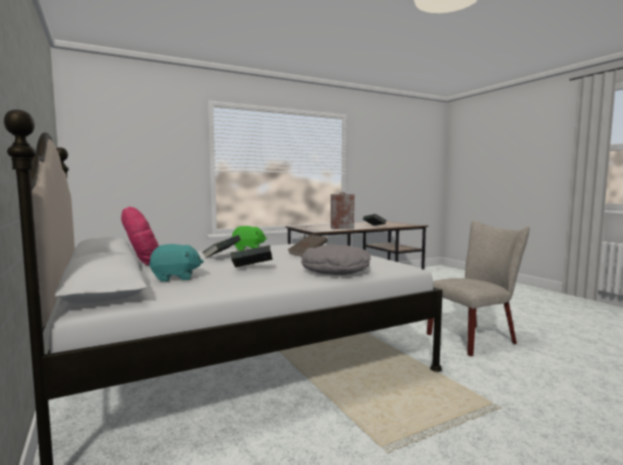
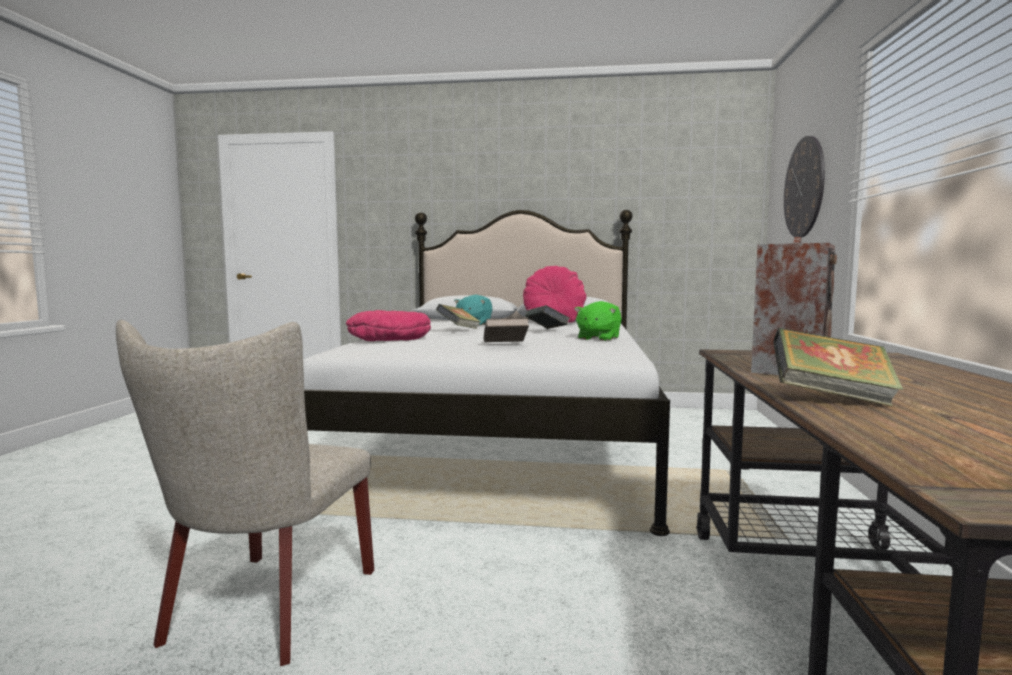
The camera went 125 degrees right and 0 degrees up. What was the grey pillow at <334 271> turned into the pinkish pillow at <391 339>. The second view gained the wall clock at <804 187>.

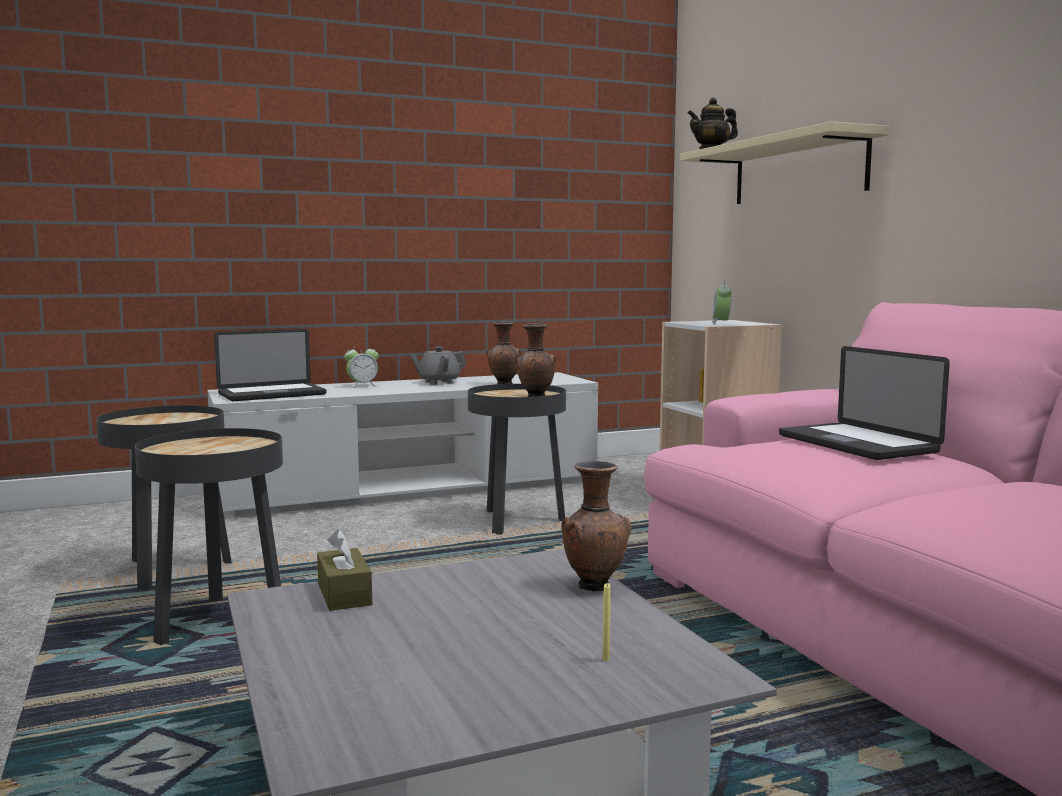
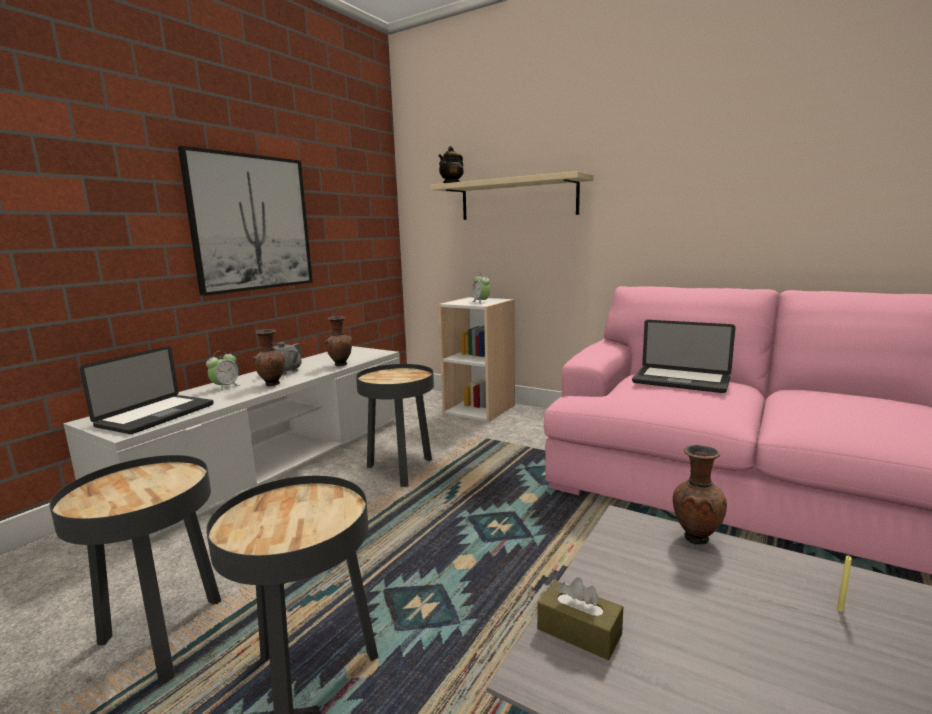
The camera went 35 degrees left and 5 degrees up. The brownish decorative vase ended up elsewhere, having gone from <535 397> to <272 385>. The second view gained the wall art at <251 223>.

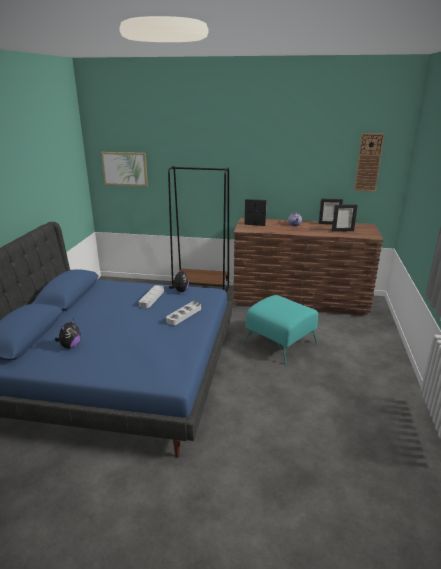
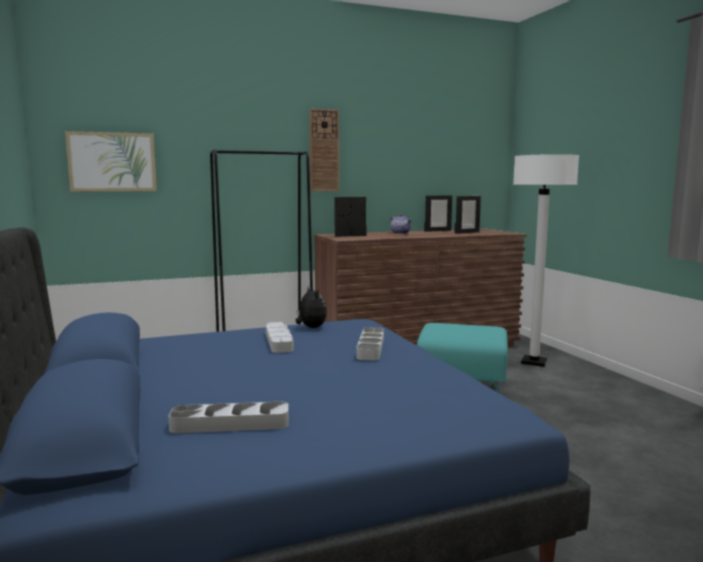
The camera went 30 degrees left and 15 degrees down. The wall clock ended up elsewhere, having gone from <368 162> to <324 150>. Where the cuddly toy stood at <70 346>, the grey serving tray came to stand at <230 424>. The second view gained the whitish standard lamp at <534 362>.

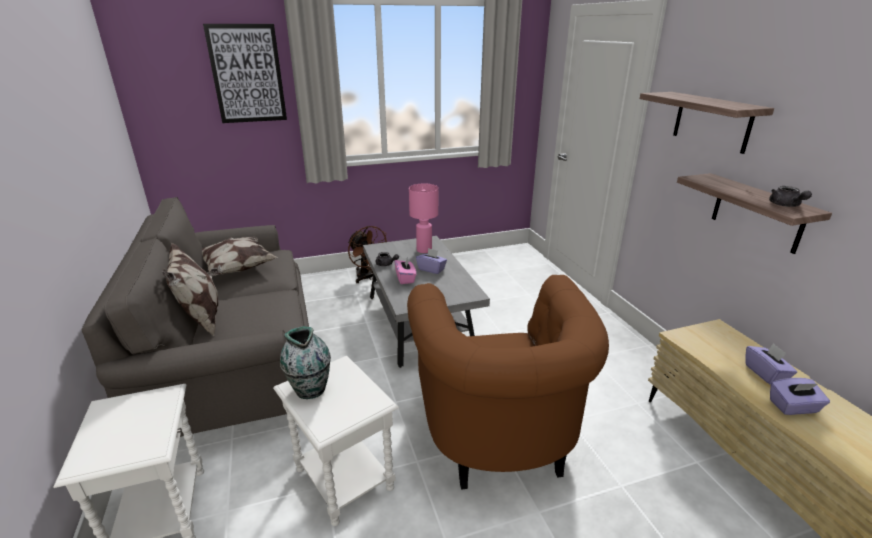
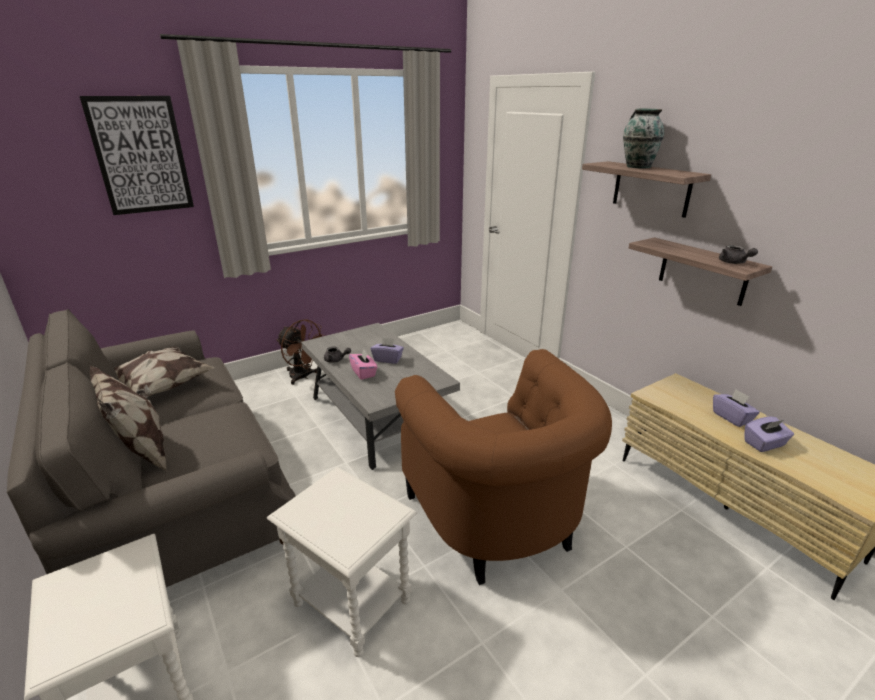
The camera went 15 degrees left and 0 degrees up. The second view lost the pinkish lamp for a table at <424 250>. The decorative vase ended up elsewhere, having gone from <310 389> to <637 167>.

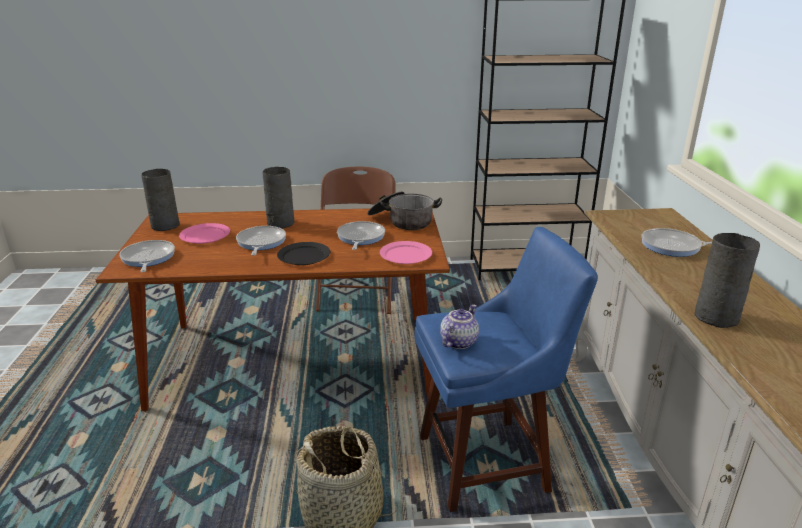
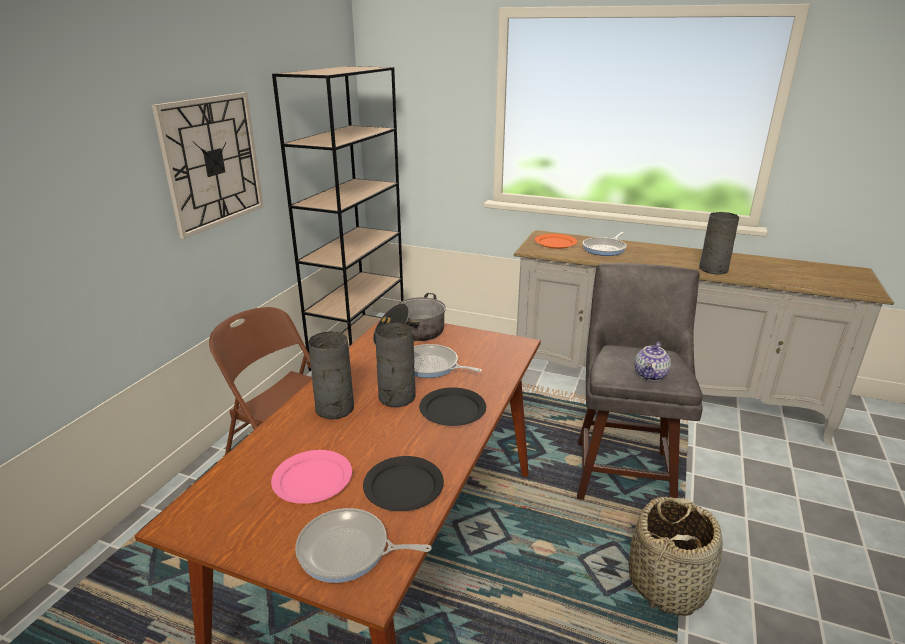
The camera went 65 degrees left and 0 degrees up. The grey decorative vase ended up elsewhere, having gone from <164 226> to <396 397>. The second view lost the pan at <260 243>. What was the bluish stool seat at <488 461> turned into the grey stool seat at <623 471>. The second view lost the pinkish dinner plate at <406 255>. The pot for tea at <458 341> ended up facing another way, 120 degrees counterclockwise from before. The second view gained the wall clock at <212 162>. The second view gained the orangey dinner plate at <556 243>. The second view gained the black-coloured dinner plate at <404 486>.

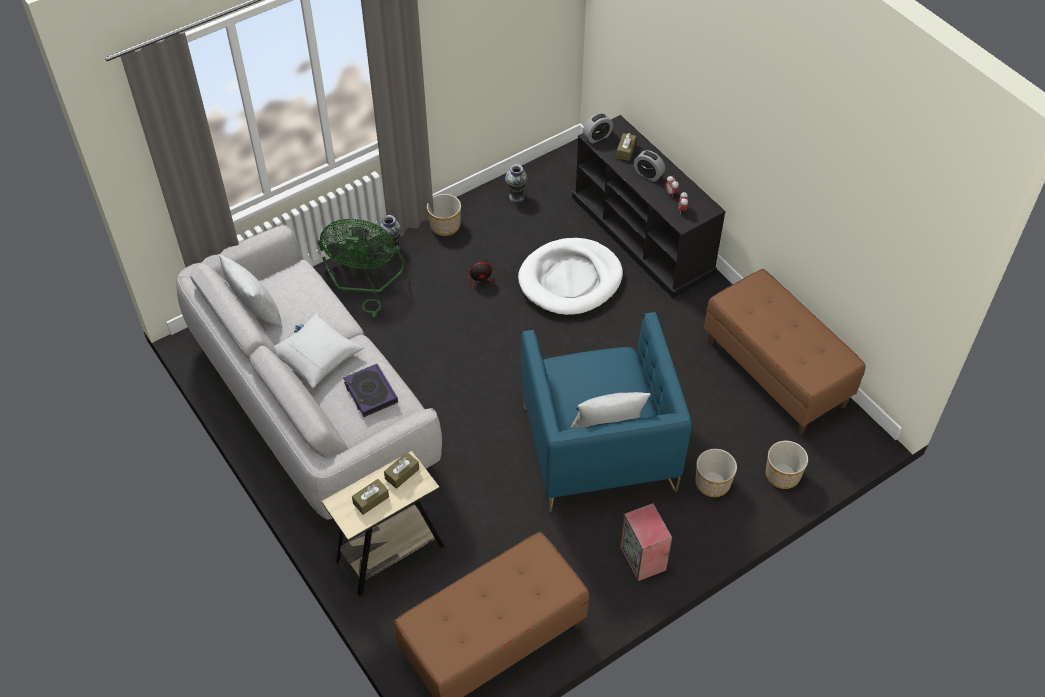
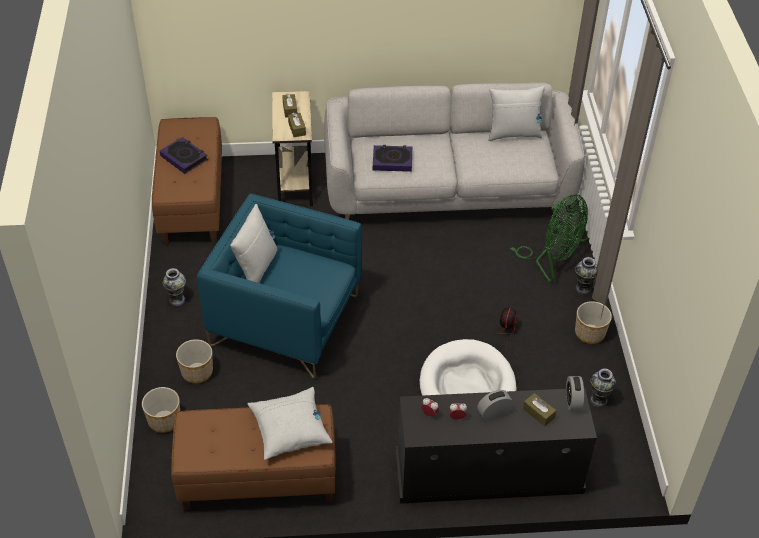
The camera went 120 degrees right and 5 degrees down. The grey pillow ended up elsewhere, having gone from <316 358> to <290 431>. Where the loudspeaker stood at <643 559>, the decorative vase came to stand at <177 299>. The second view gained the bound book at <184 158>.

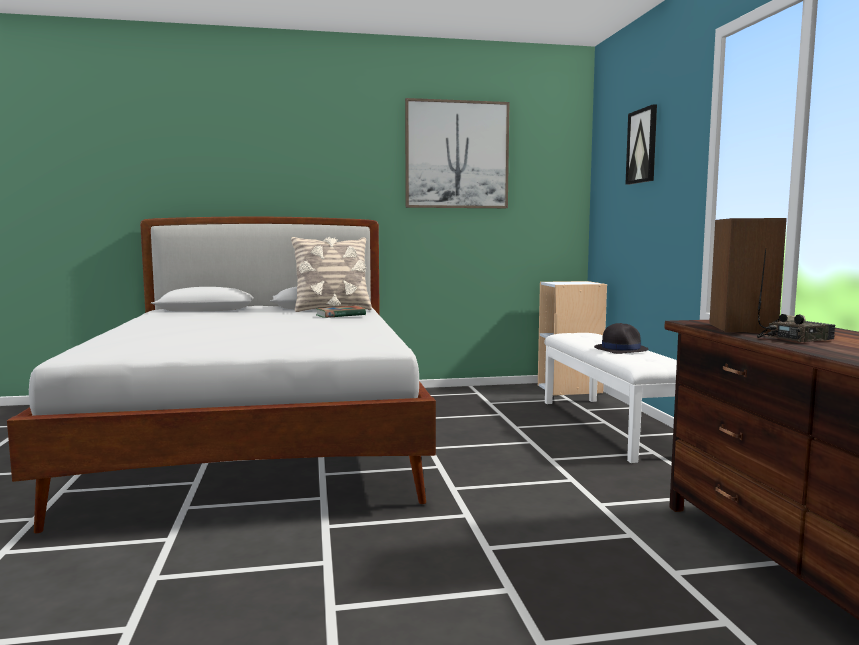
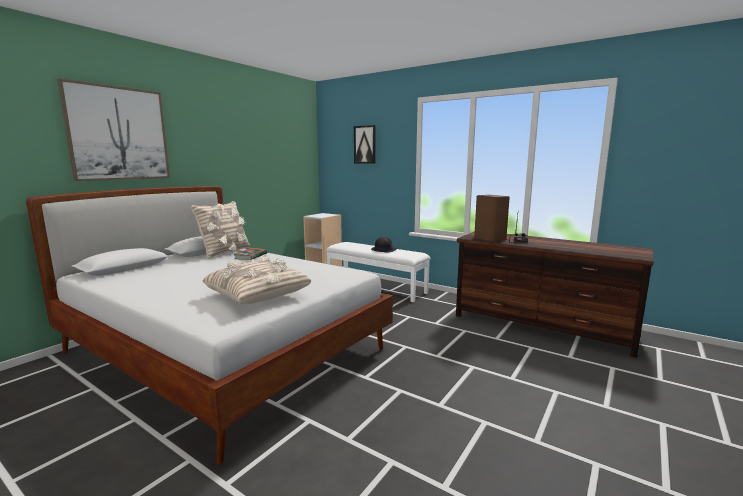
The camera went 45 degrees left and 5 degrees up. The wall art ended up elsewhere, having gone from <456 155> to <119 134>. The second view gained the beige pillow at <257 297>.

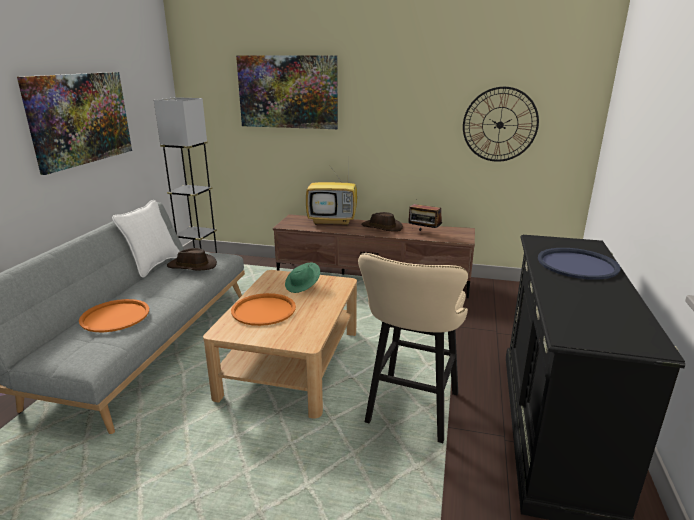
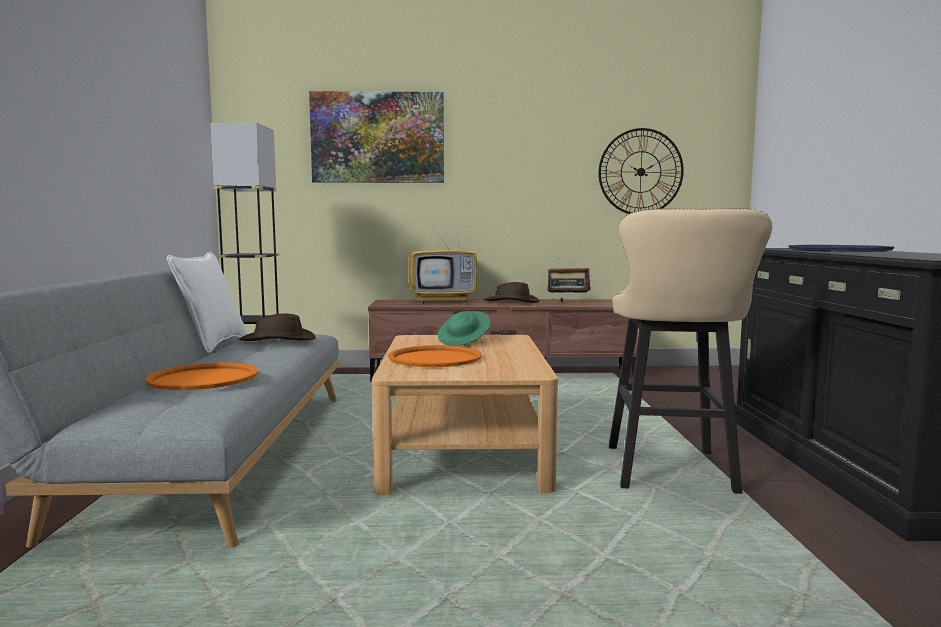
The camera went 15 degrees left and 15 degrees down. The second view lost the wall art at <80 119>.

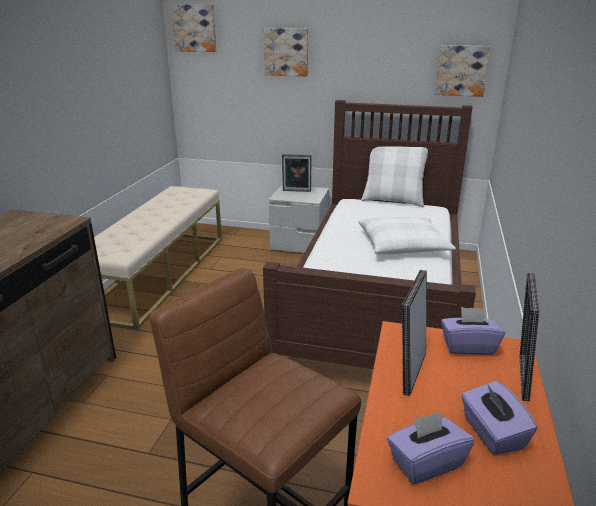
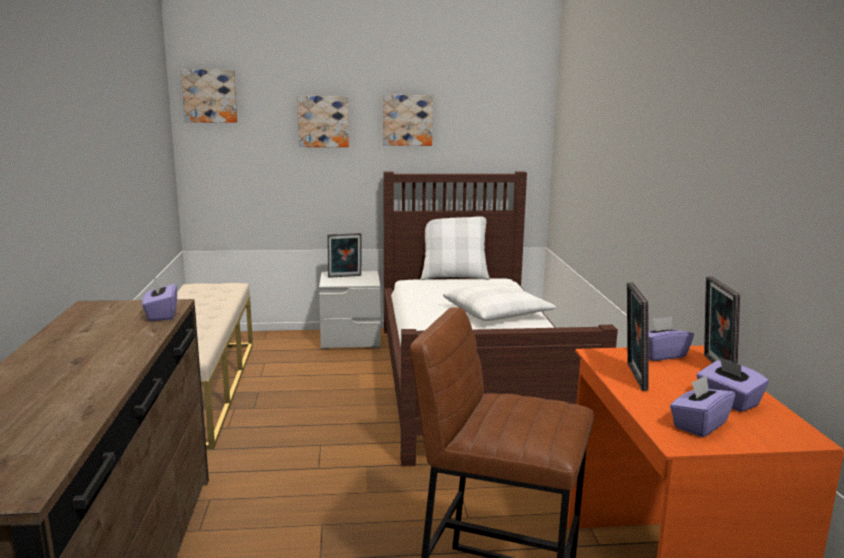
The camera went 20 degrees left and 10 degrees down. The wall art ended up elsewhere, having gone from <461 70> to <407 120>. The second view gained the purple tissue holder at <161 315>.

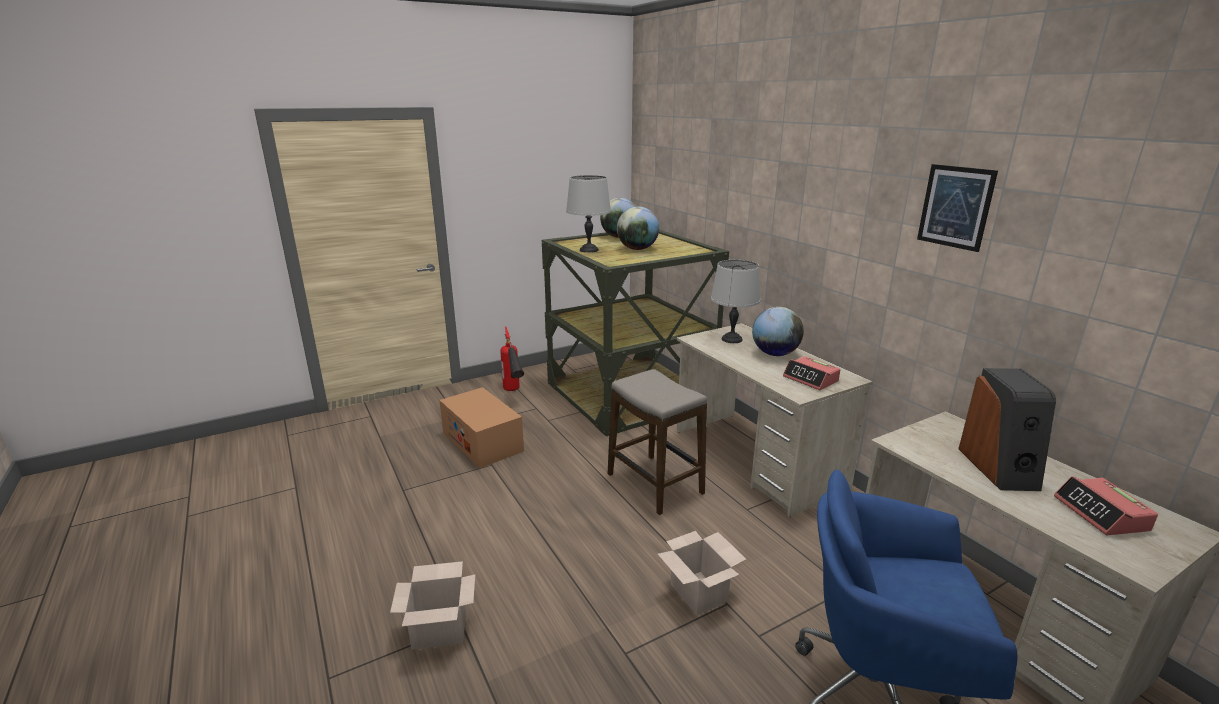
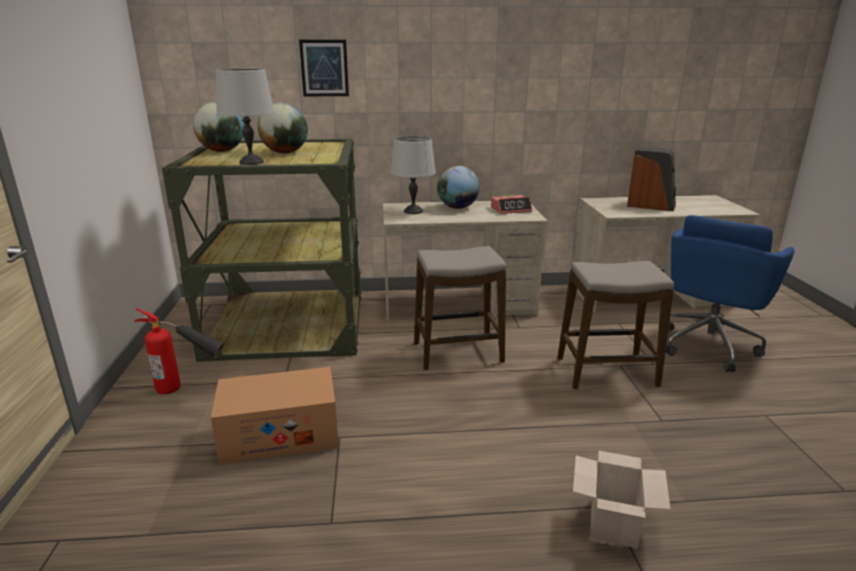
The camera went 65 degrees left and 0 degrees up. The wall art ended up elsewhere, having gone from <955 207> to <324 68>. The second view lost the alarm clock at <1101 514>. Where the carton stood at <700 593>, the stool seat came to stand at <606 372>.

